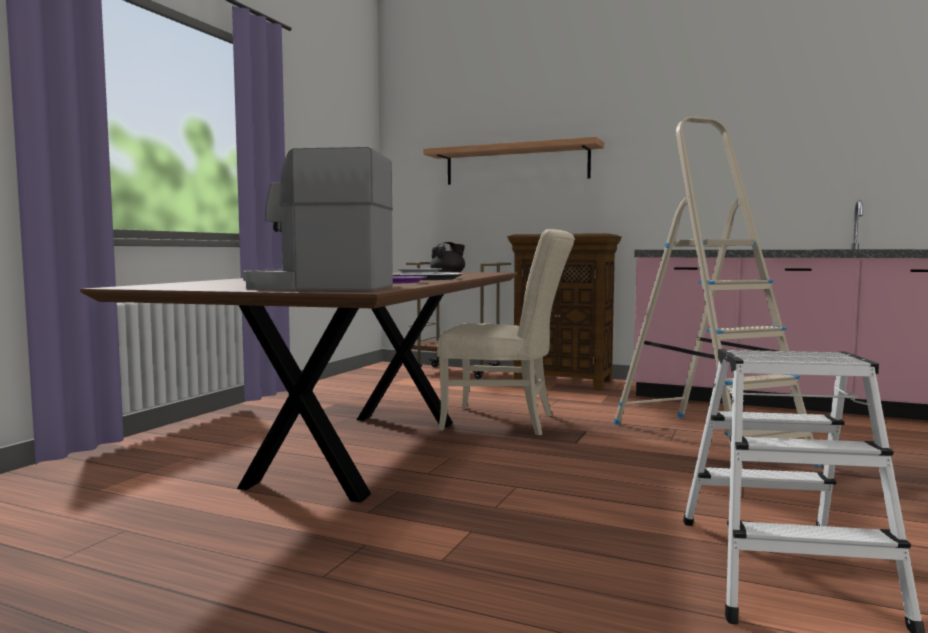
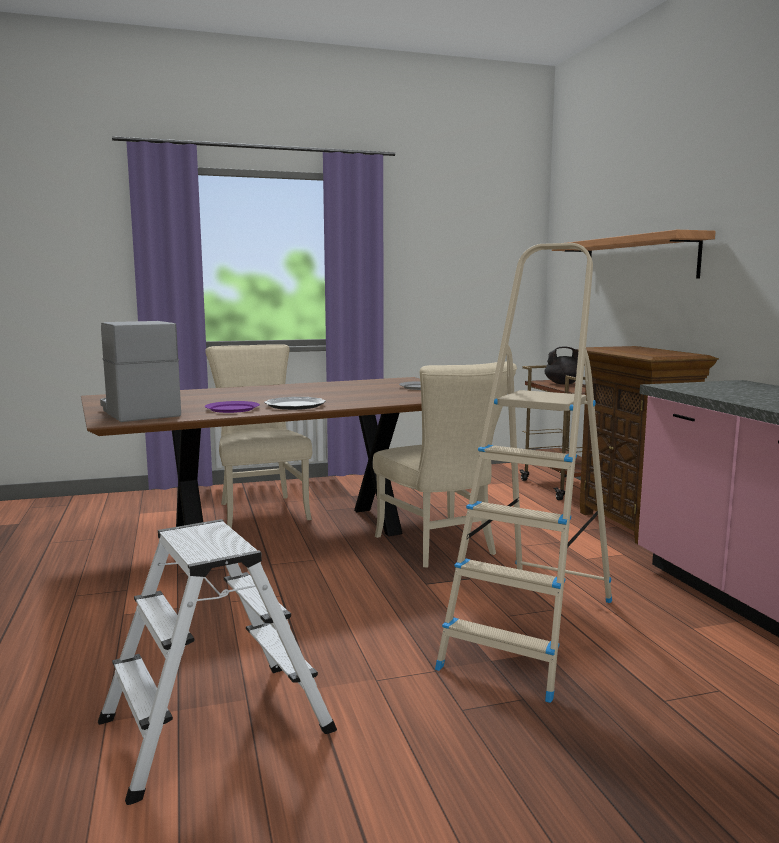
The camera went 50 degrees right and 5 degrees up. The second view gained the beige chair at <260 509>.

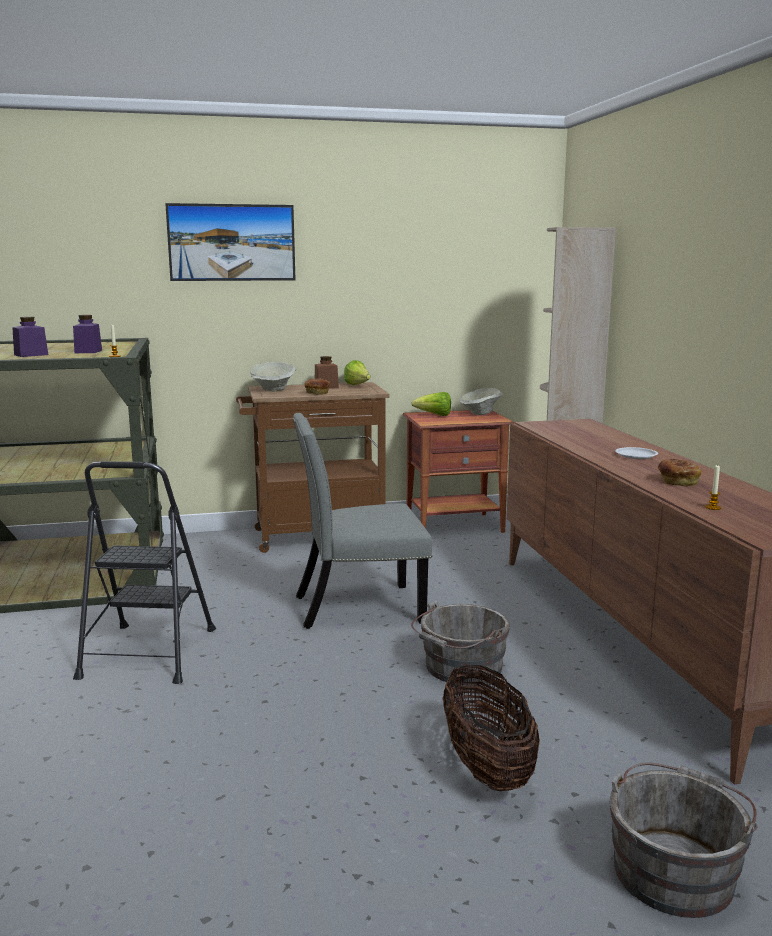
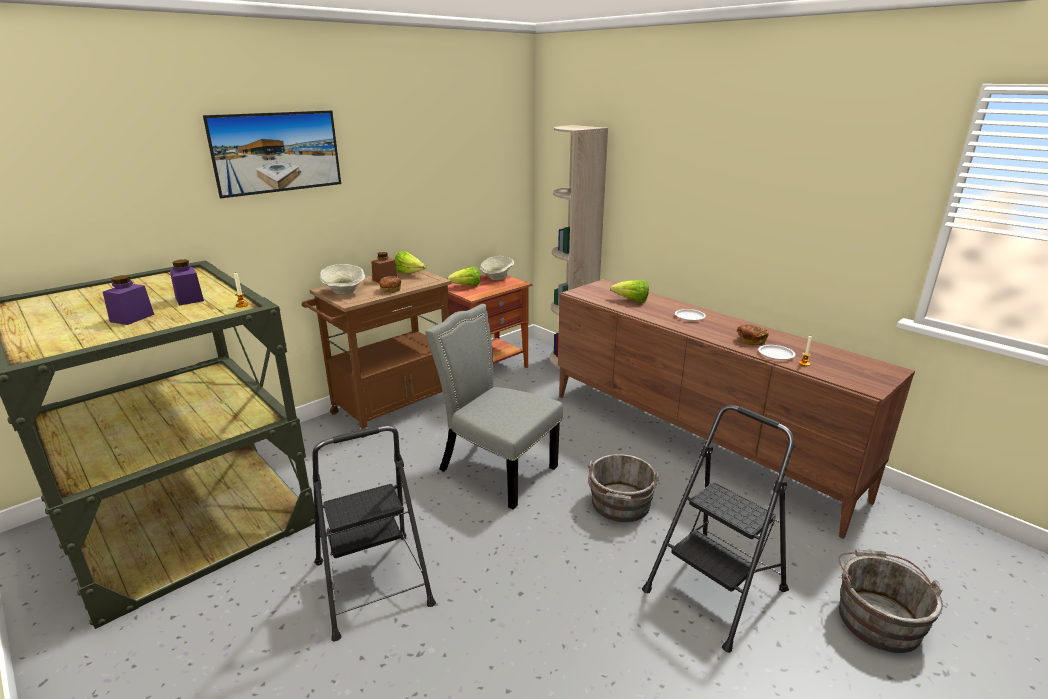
The camera went 30 degrees left and 10 degrees up. The grey chair at <361 607> ended up facing another way, 75 degrees clockwise from before. Where the basket stood at <487 767>, the black-coloured stepladder came to stand at <718 587>. The second view gained the lettuce head at <631 301>. The second view gained the whitish dinner plate at <776 354>.

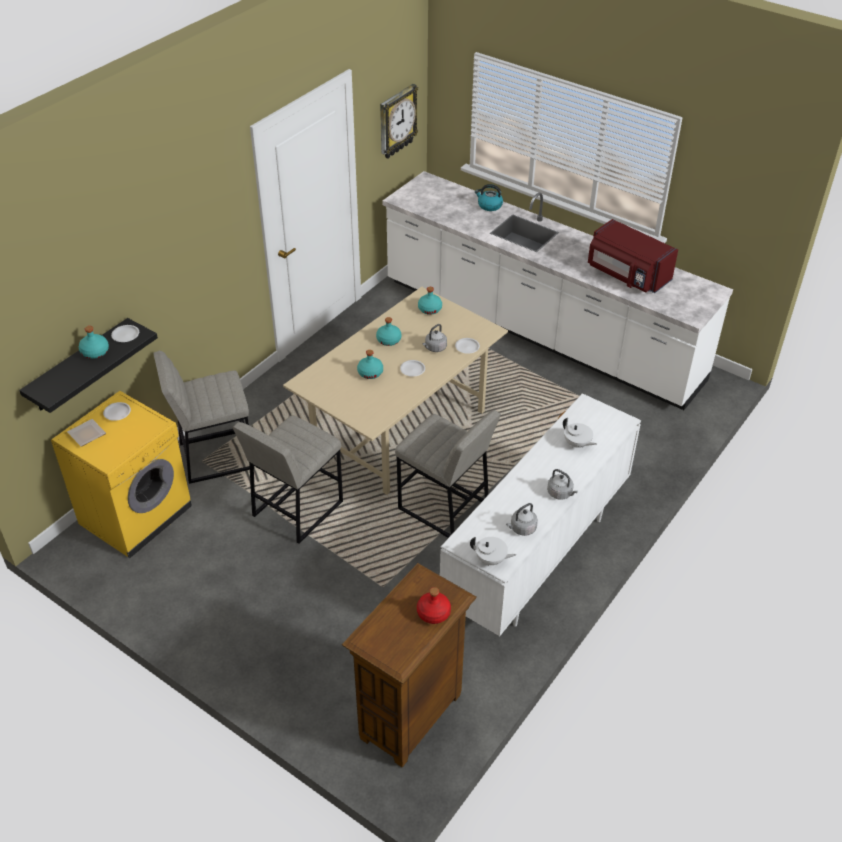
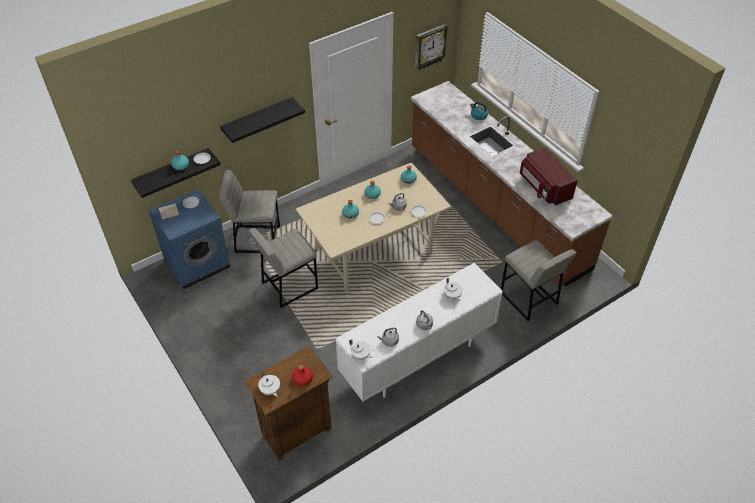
The camera went 20 degrees right and 5 degrees up. What was the whitish kitchen counter at <539 331> turned into the brownish kitchen counter at <495 206>. What was the yellow laundry appliance at <138 516> turned into the bluish laundry appliance at <198 265>. The grey chair ended up elsewhere, having gone from <445 507> to <529 299>. The second view gained the black-coloured wall shelf at <258 119>. The second view gained the whitish pot for tea at <270 390>.

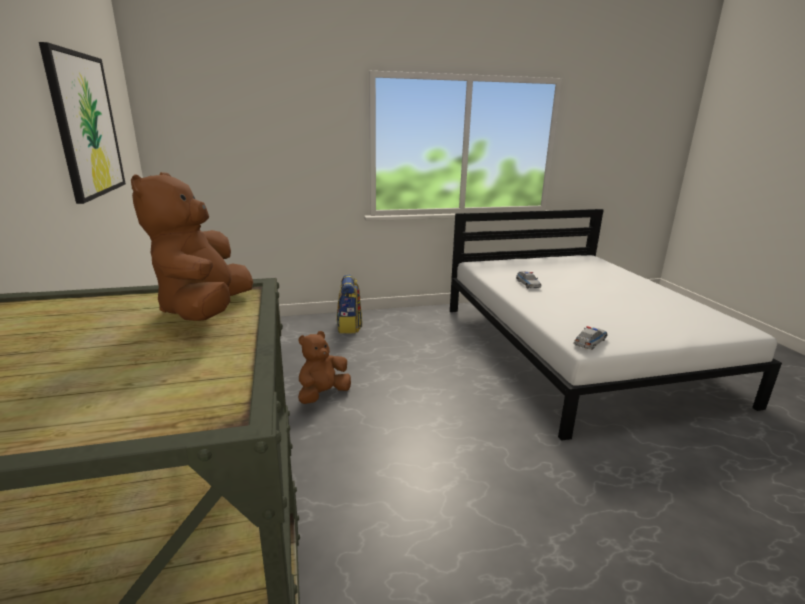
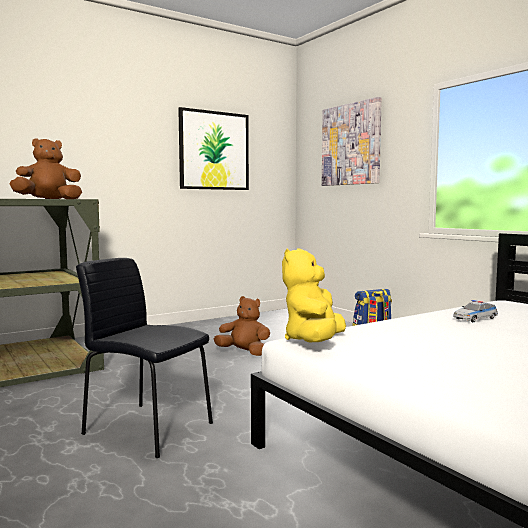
The camera went 70 degrees right and 15 degrees down. Where the model car stood at <590 342>, the yellow cuddly toy came to stand at <314 342>. The second view gained the wall art at <351 144>. The second view gained the black-coloured chair at <144 427>.

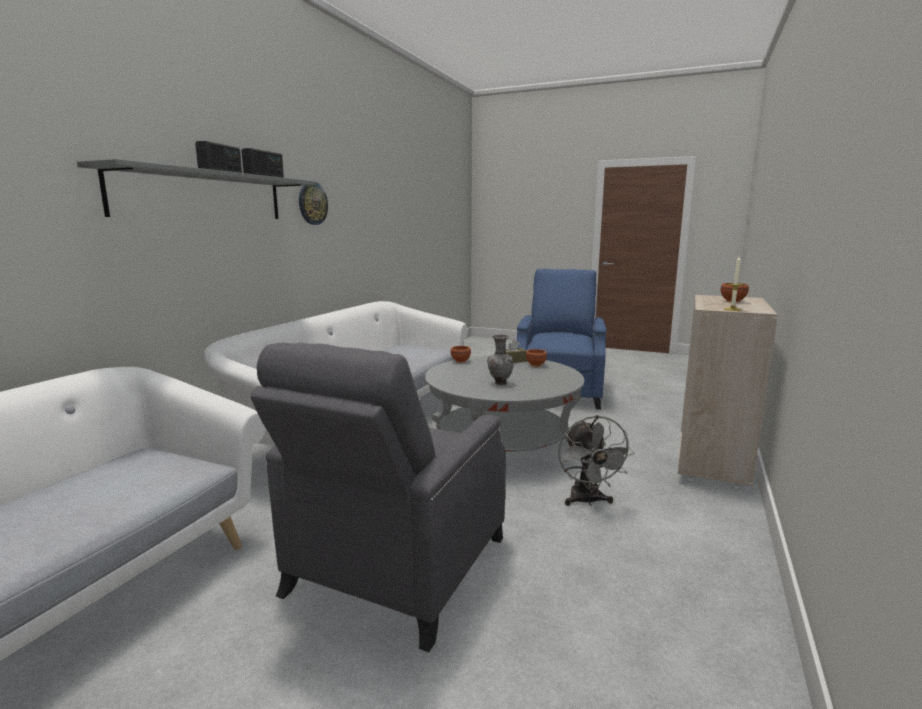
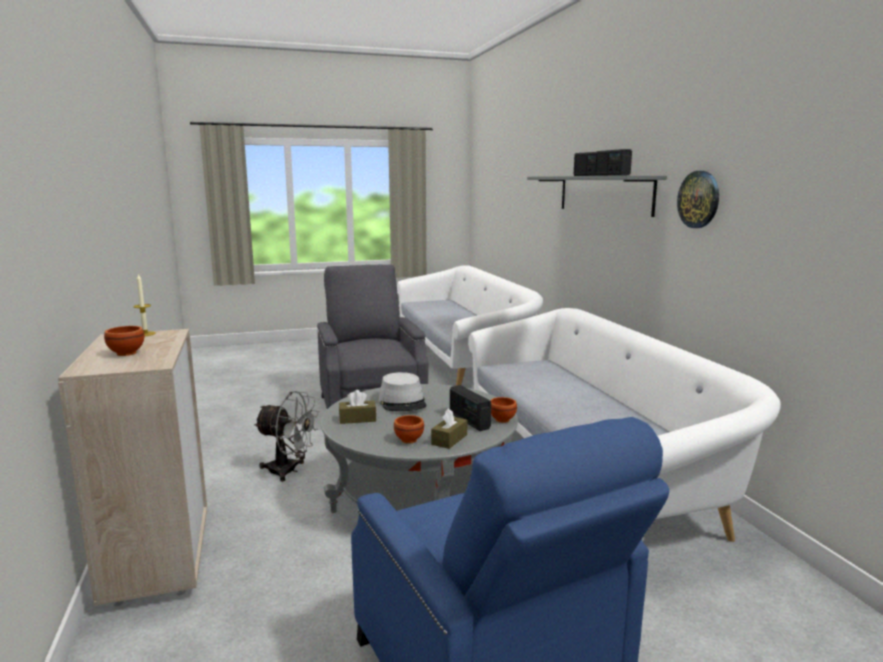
The camera went 140 degrees right and 0 degrees up. Where the grey decorative vase stood at <499 383>, the grey hat came to stand at <403 402>. The grey fan at <587 501> ended up facing another way, 150 degrees clockwise from before. The second view gained the radio at <469 421>. The second view gained the brownish tissue holder at <357 419>.

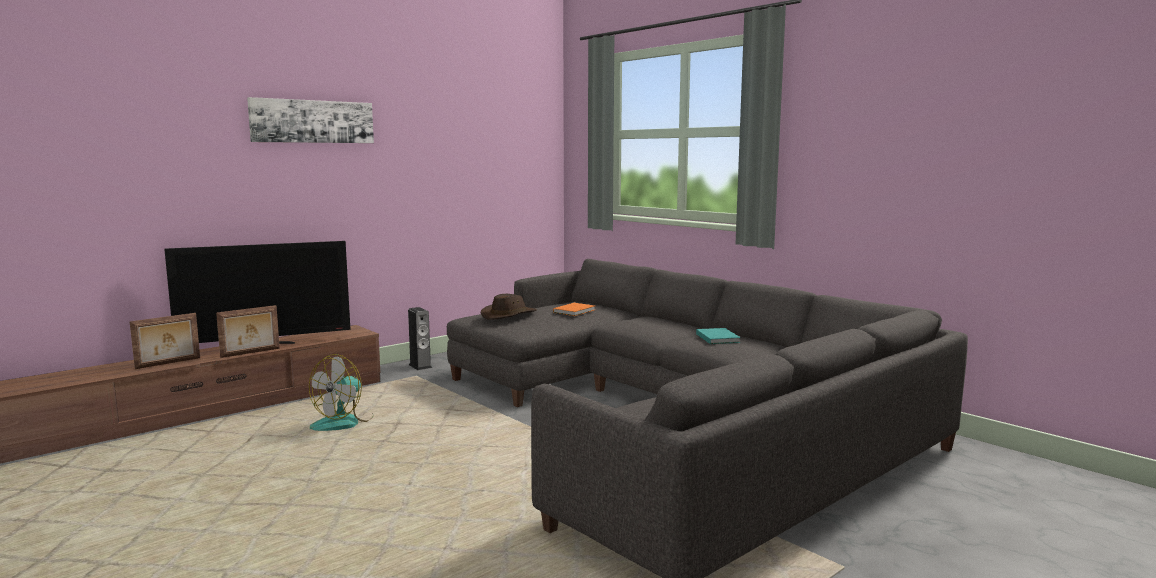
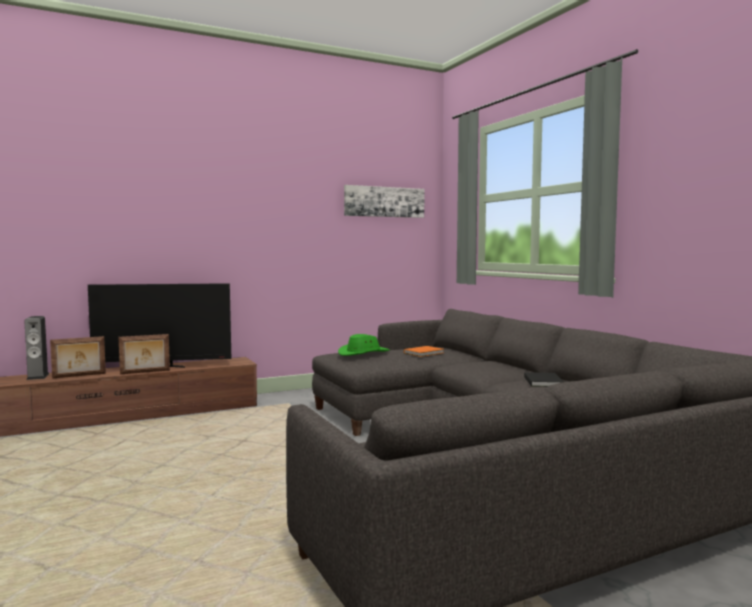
The camera went 15 degrees right and 5 degrees down. The wall art ended up elsewhere, having gone from <312 121> to <384 202>. What was the brownish hat at <509 315> turned into the green-coloured hat at <363 353>. The loudspeaker ended up elsewhere, having gone from <420 366> to <38 376>. What was the turquoise bound book at <717 338> turned into the black-coloured bound book at <543 381>. The second view lost the fan at <344 422>.

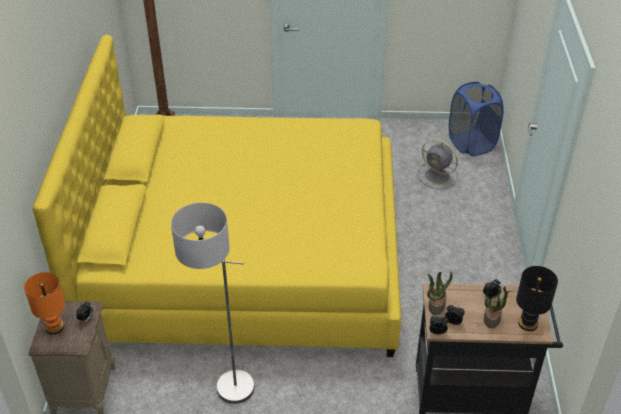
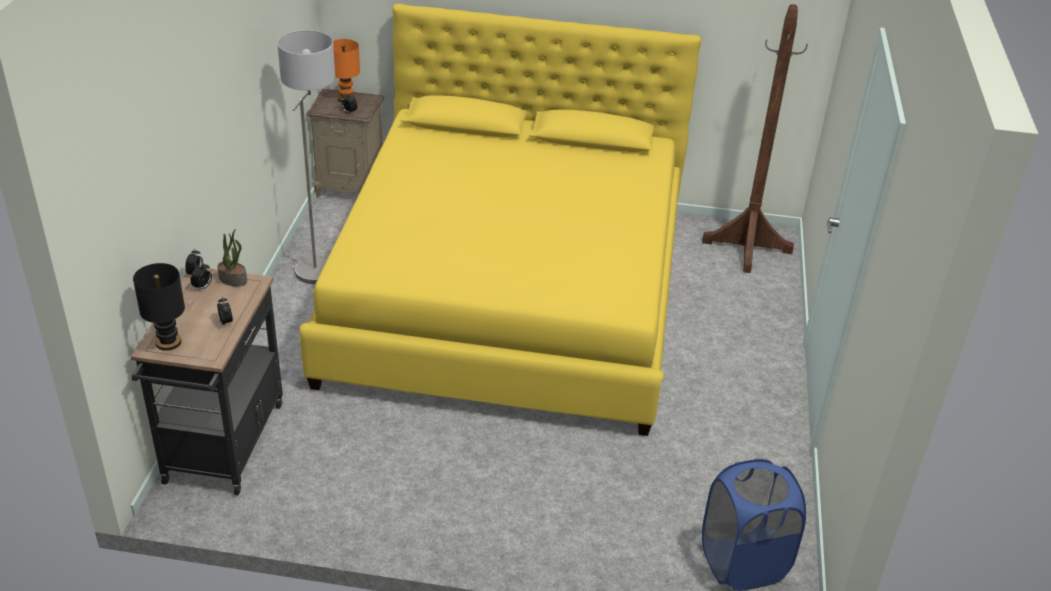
The camera went 95 degrees right and 5 degrees down. The second view lost the grey fan at <438 176>. The second view lost the houseplant at <492 319>.

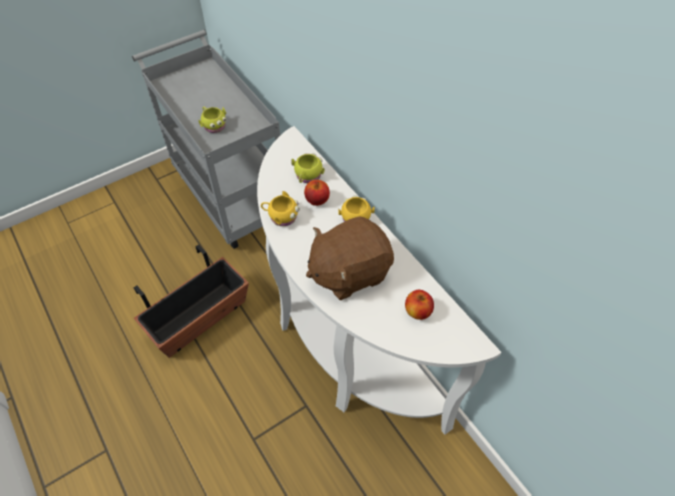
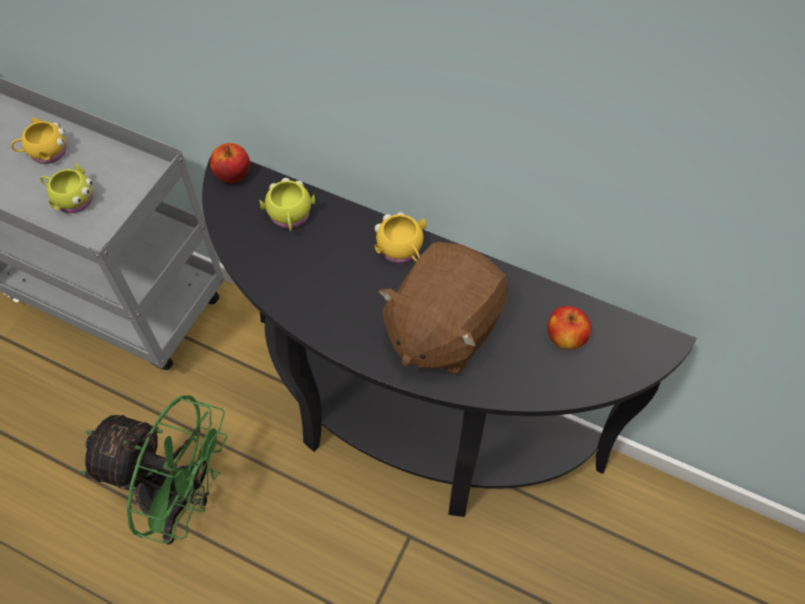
The camera went 30 degrees left and 5 degrees up. What was the whitish narrow table at <342 344> turned into the black-coloured narrow table at <406 426>. The apple fruit ended up elsewhere, having gone from <317 200> to <233 175>. The yellow coffee mug ended up elsewhere, having gone from <281 216> to <45 152>. Where the flower pot stood at <199 319>, the green-coloured fan came to stand at <180 499>.

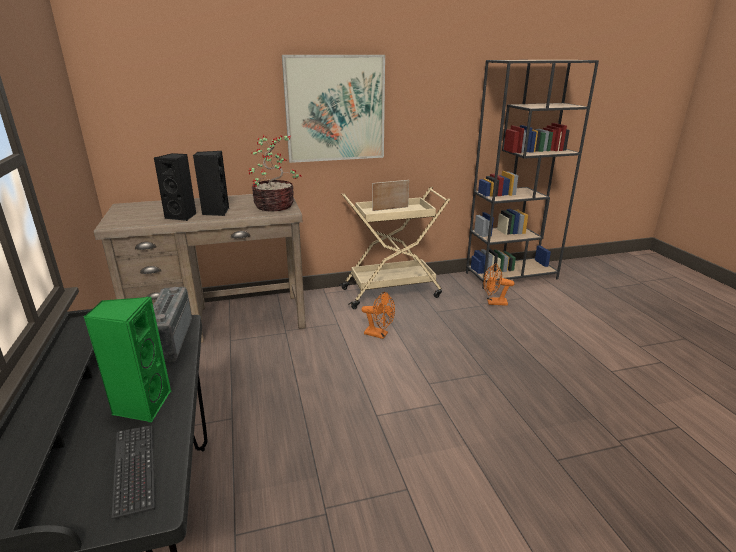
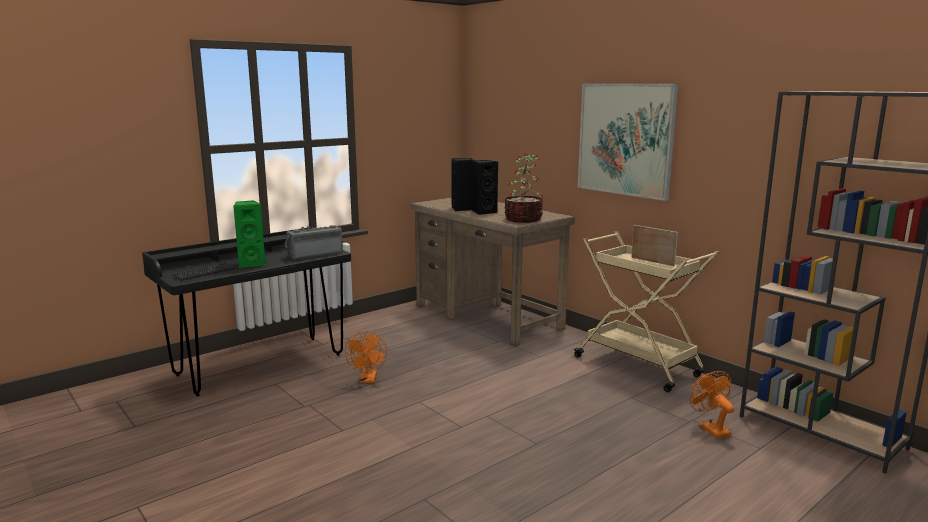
The camera went 65 degrees right and 10 degrees down. The orangey fan ended up elsewhere, having gone from <379 334> to <368 380>.

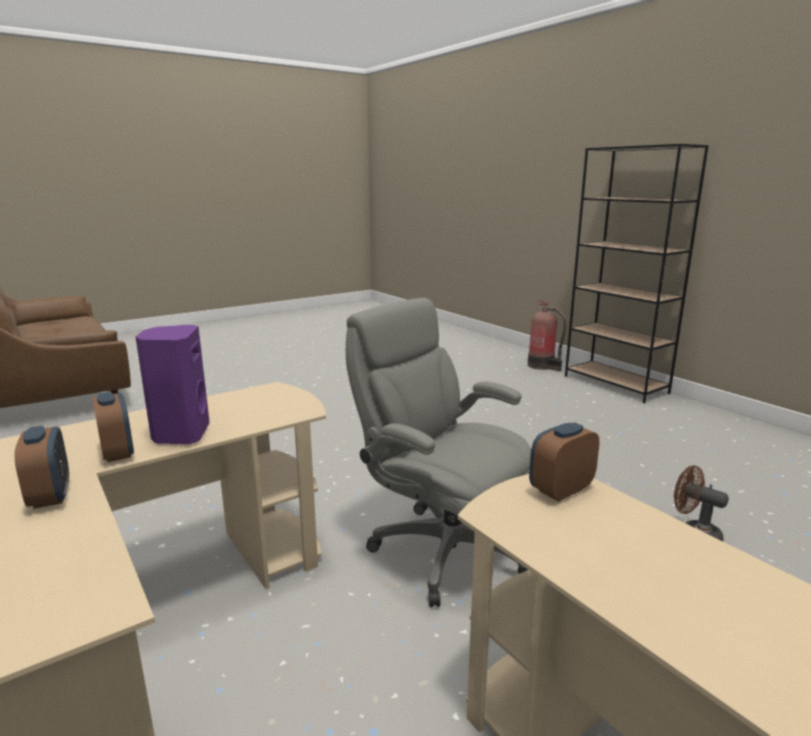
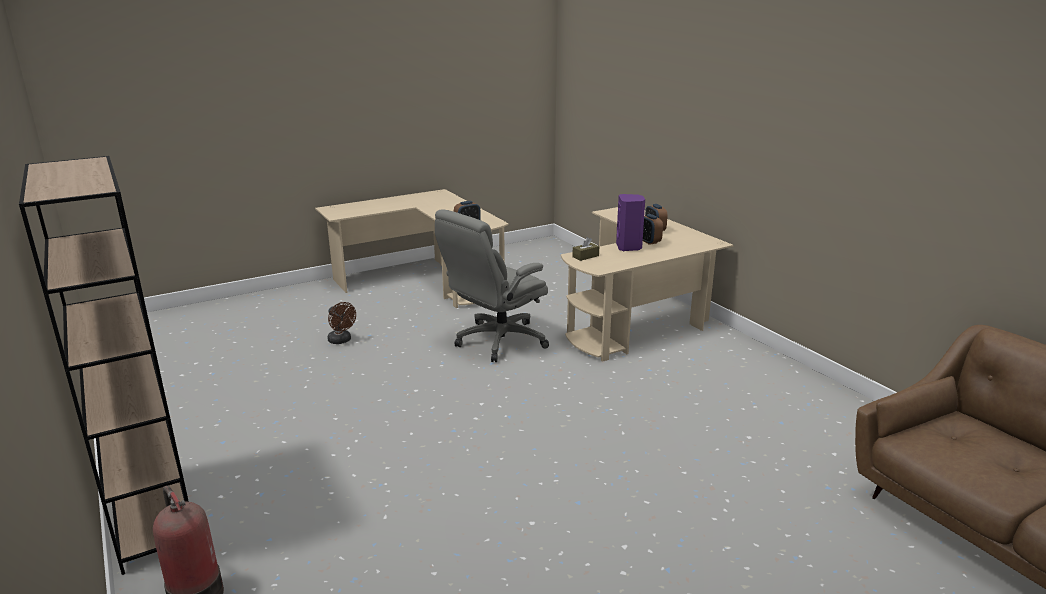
The camera went 175 degrees left and 5 degrees up. The grey desk chair at <441 546> ended up facing another way, 90 degrees clockwise from before. The second view gained the brownish tissue holder at <585 256>.

